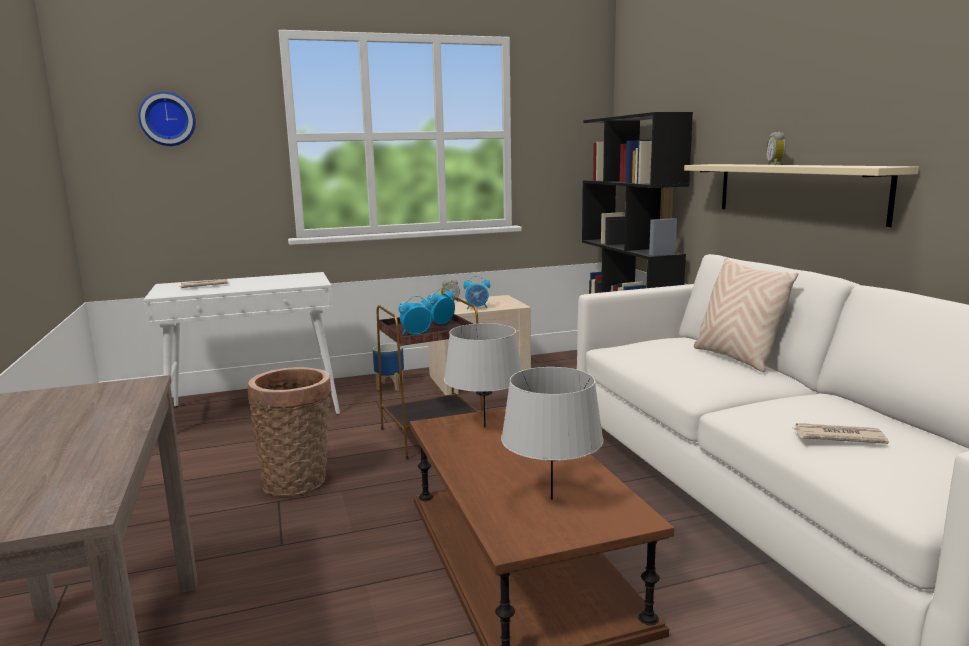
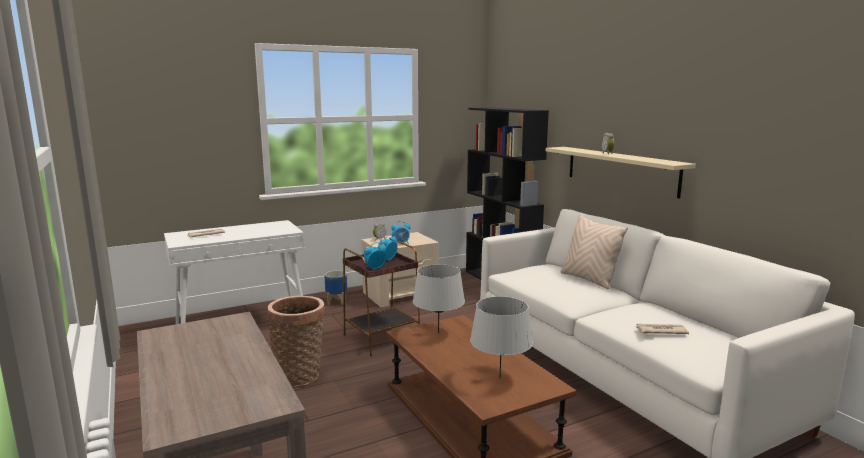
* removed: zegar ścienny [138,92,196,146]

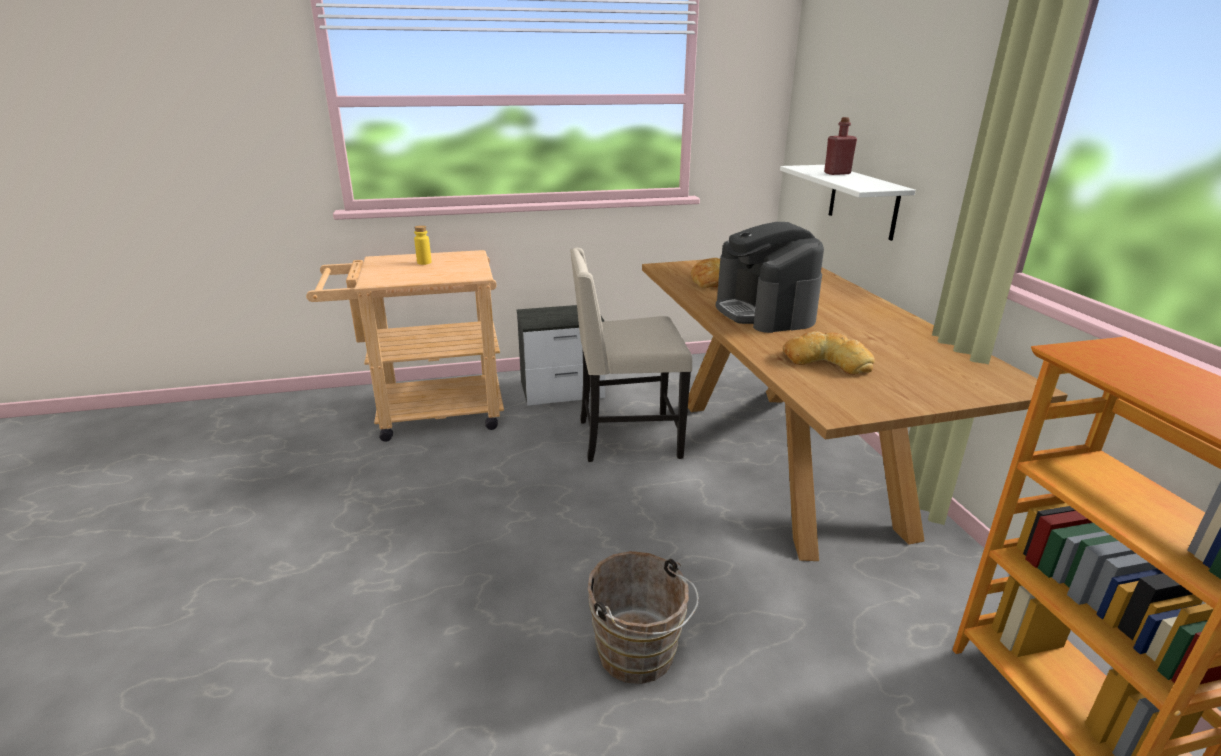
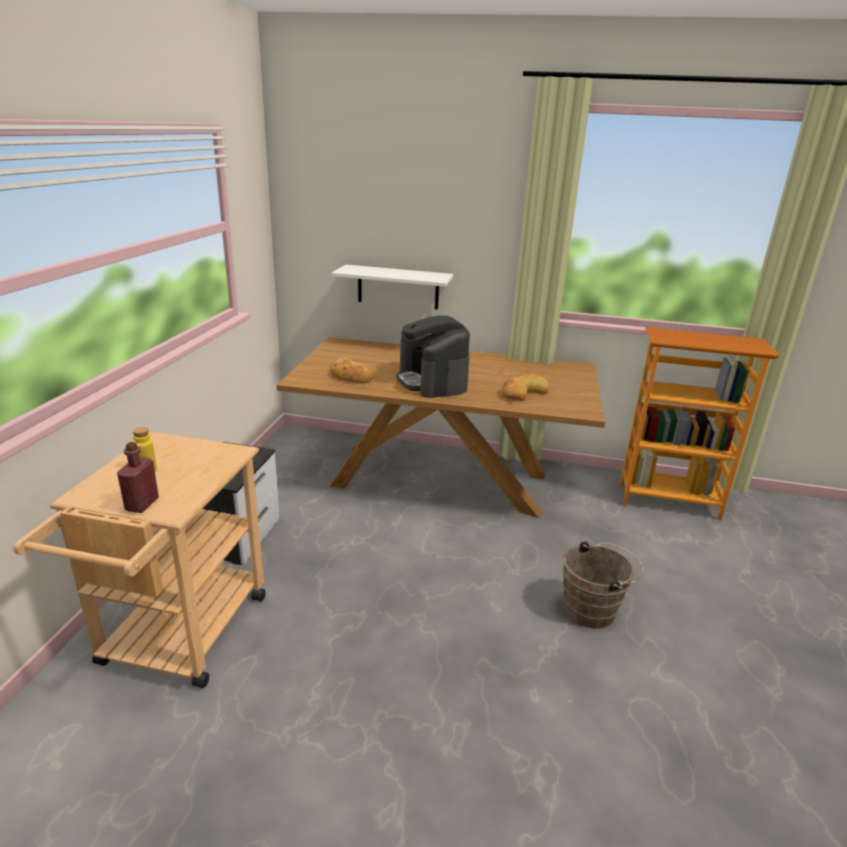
* removed: krzesło/beżowy [570,248,692,462]
* moved: butelka/czerwony [824,117,857,175] to [117,442,159,513]
* turned: ekspres do kawy [716,222,824,333] = [397,316,470,398] 60 degrees clockwise

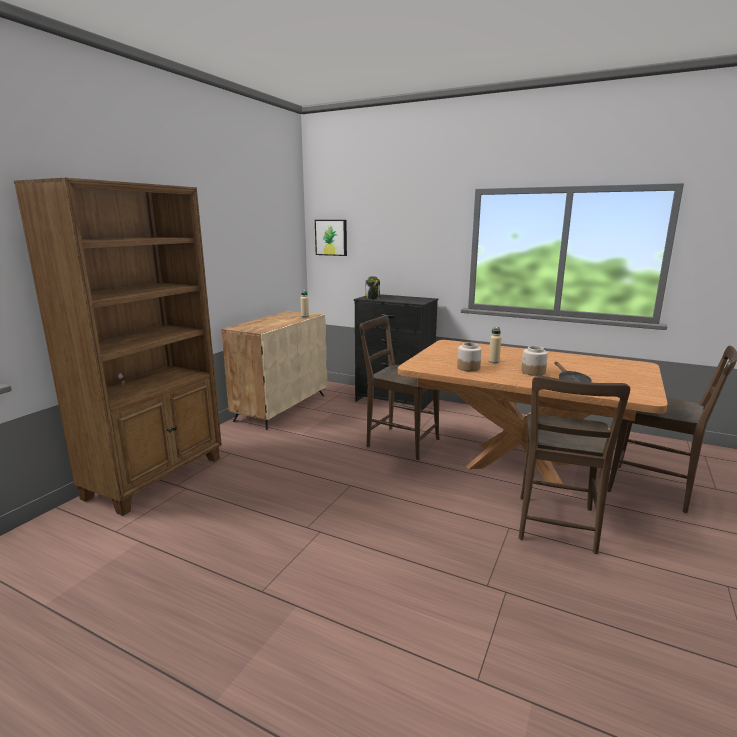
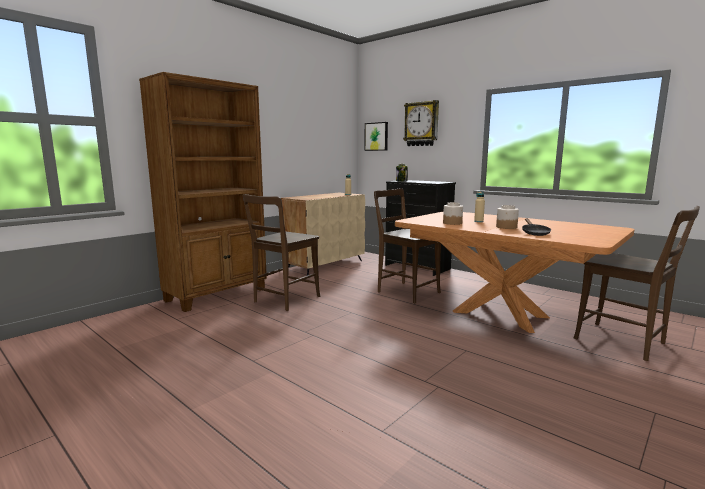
* added: zegar ścienny [403,100,439,146]
* moved: krzesło/brązowy [519,375,630,554] to [243,194,320,311]

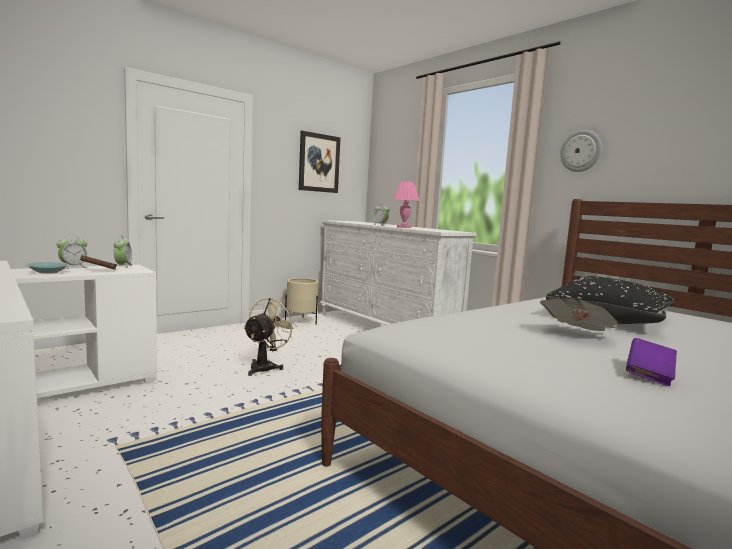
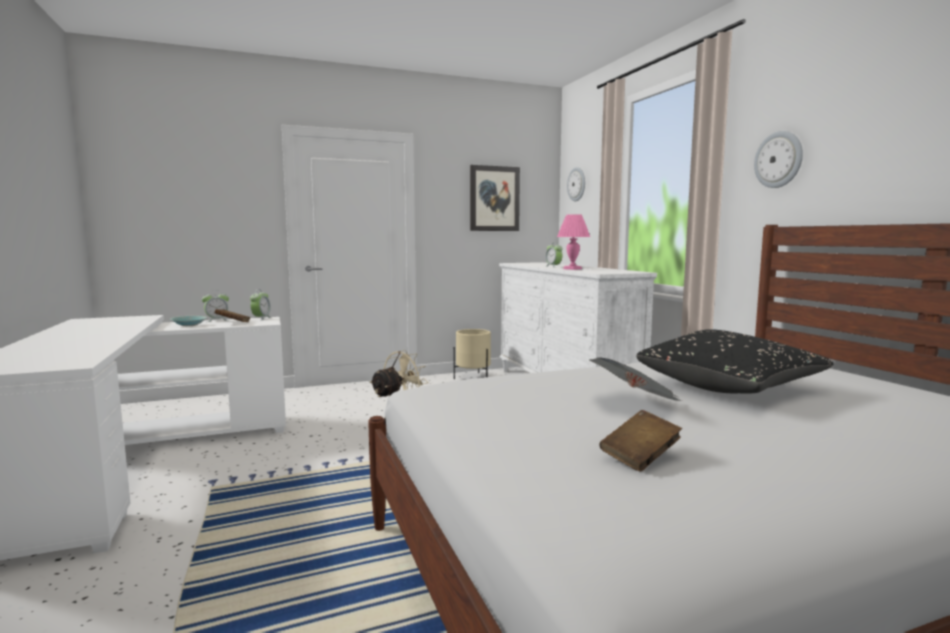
* added: zegar ścienny [567,167,585,202]
* recoloured: książka/fioletowy [626,338,677,386] to książka/brązowy [600,410,682,472]

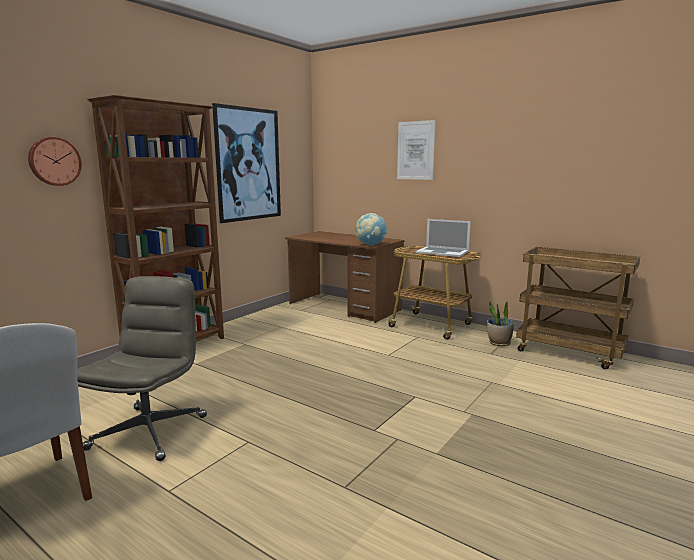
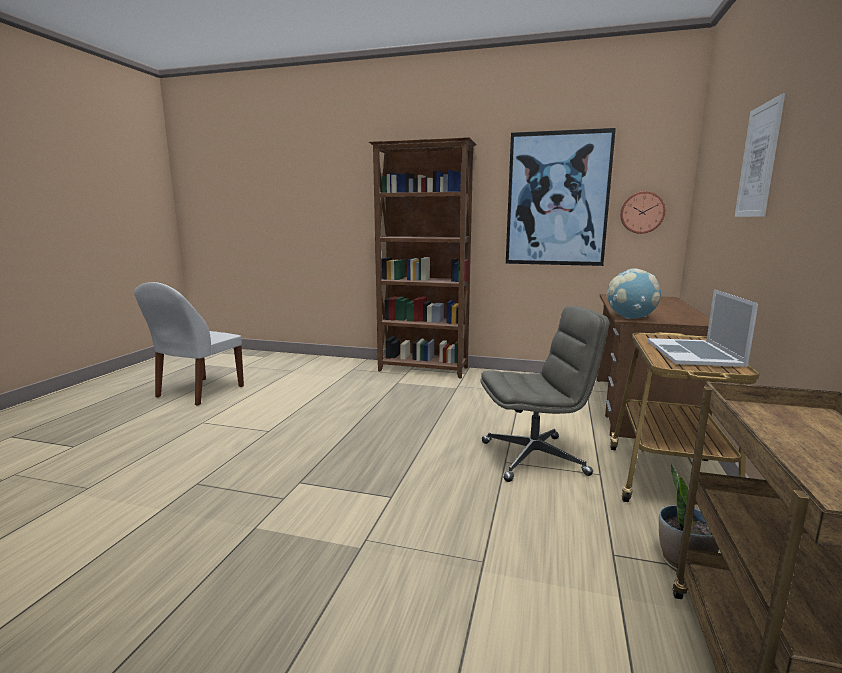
* moved: zegar ścienny [28,137,82,186] to [620,191,665,234]
* moved: krzesło biurowe/szary [77,276,207,461] to [481,306,609,482]

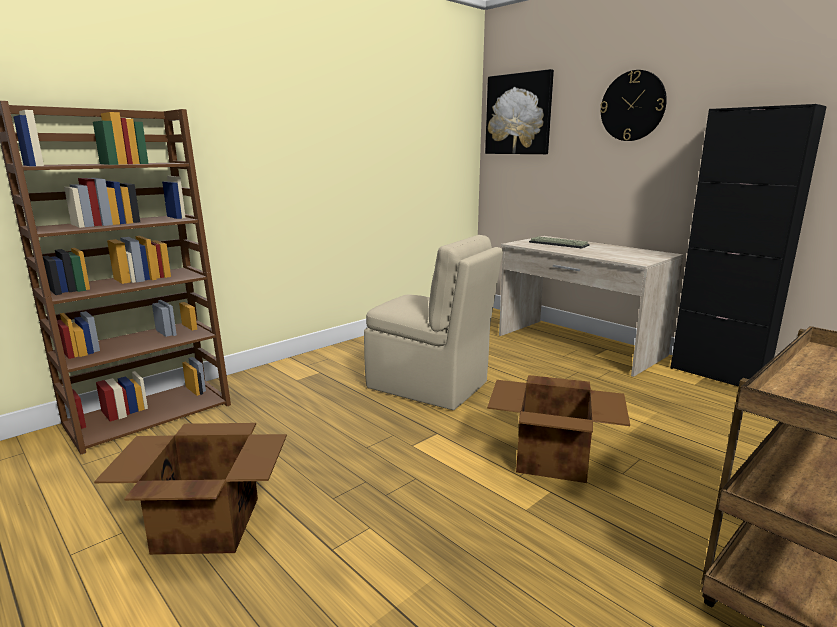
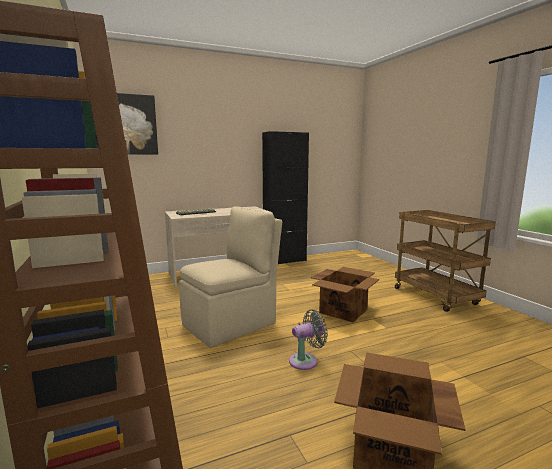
* removed: zegar ścienny [600,70,667,141]
* added: wentylator/szary [289,309,328,370]

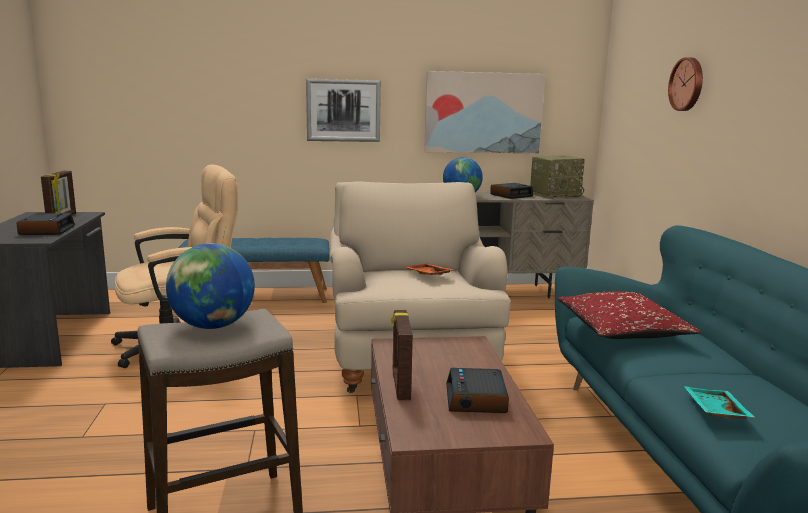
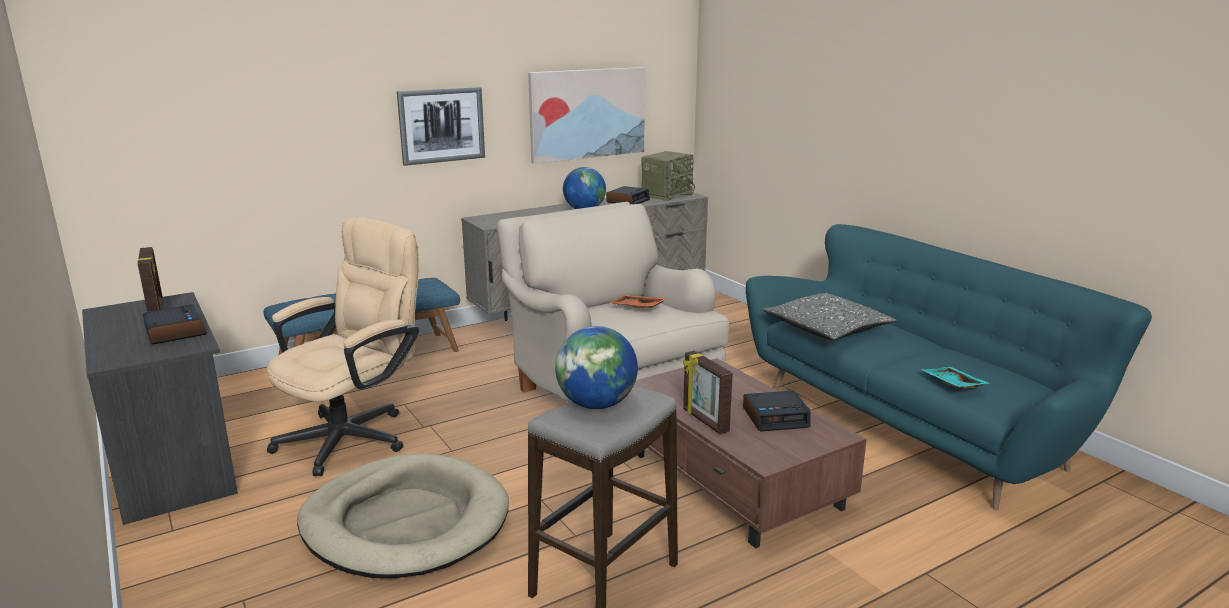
* removed: zegar ścienny [668,57,703,111]
* added: legowisko/beżowy [297,454,509,578]
* recoloured: poduszka/czerwony [557,291,701,339] to poduszka/szary [763,293,897,340]
* turned: budzik [446,368,509,413] = [743,391,811,432] 75 degrees counterclockwise

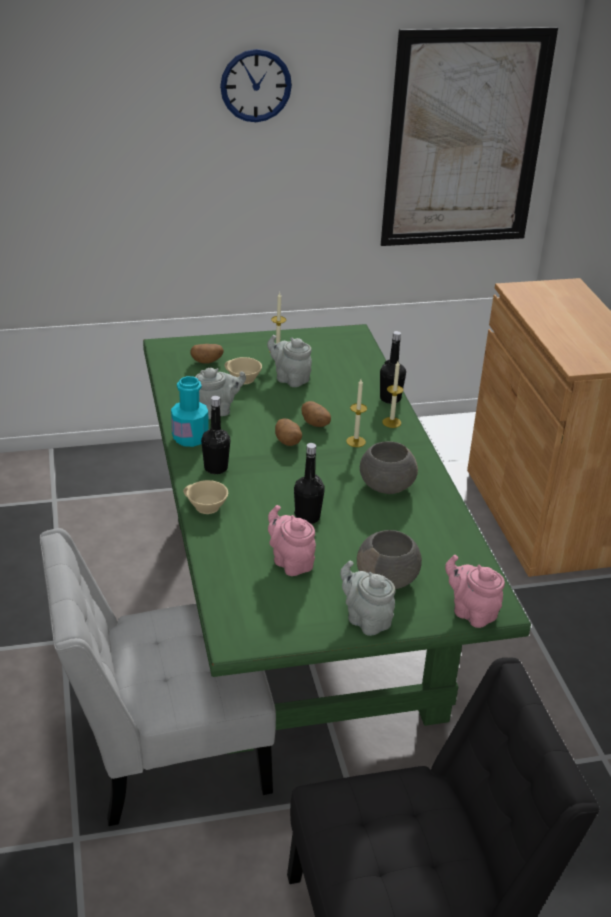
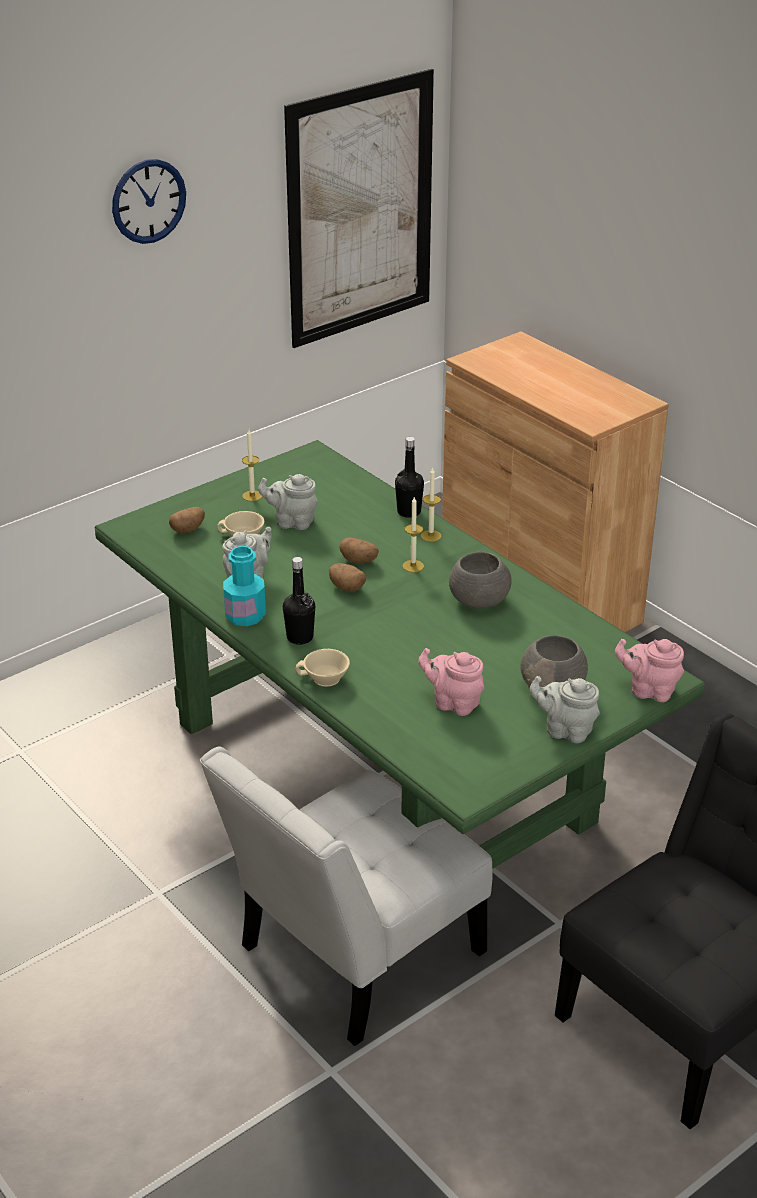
* removed: butelka/czarny [294,443,325,524]

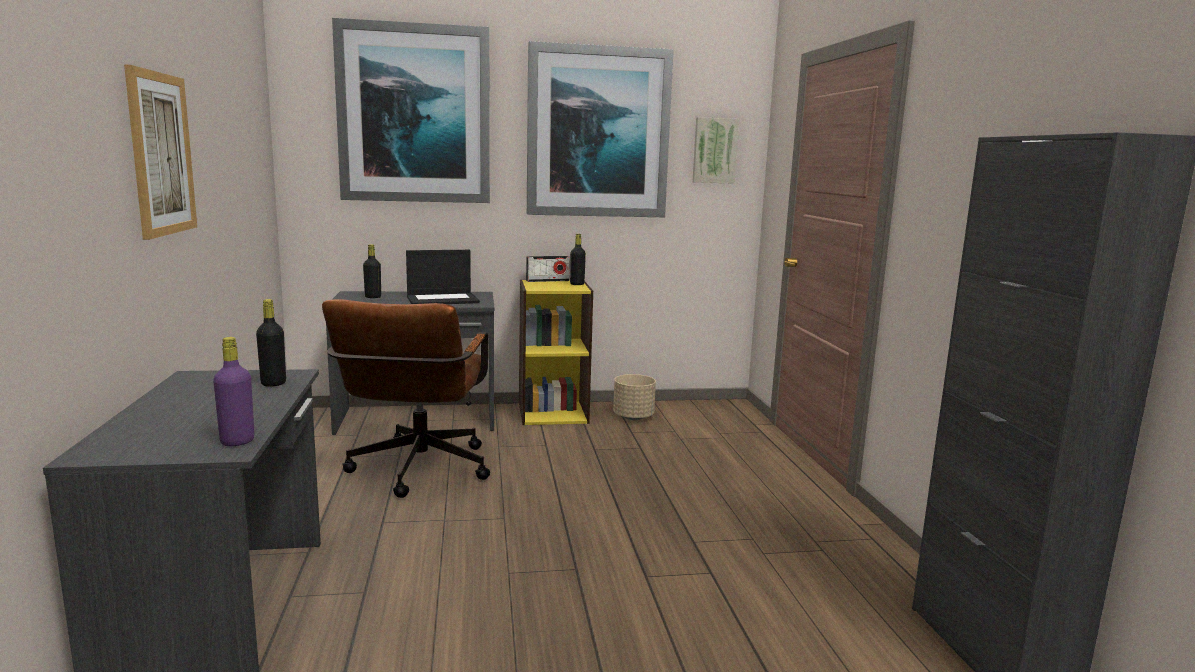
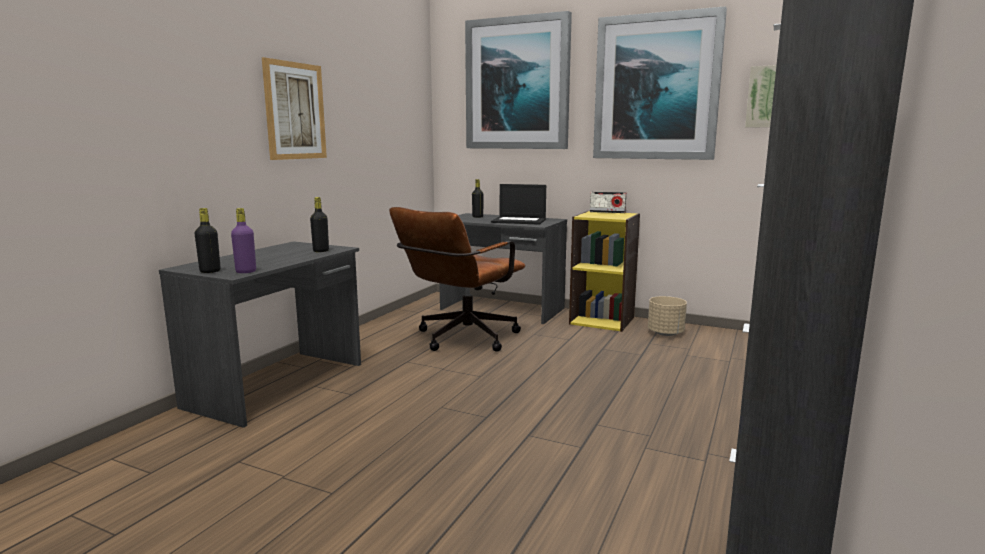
* moved: butelka/czarny [570,234,586,285] to [195,208,221,273]

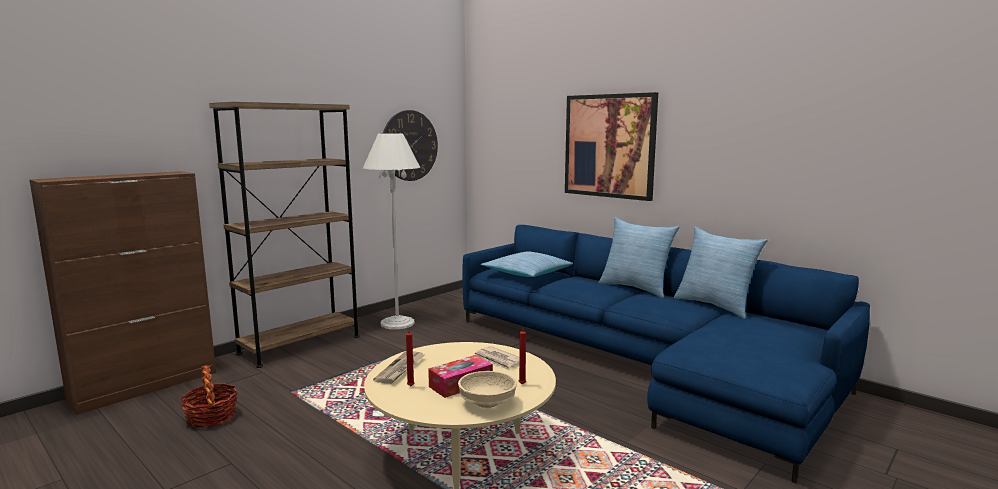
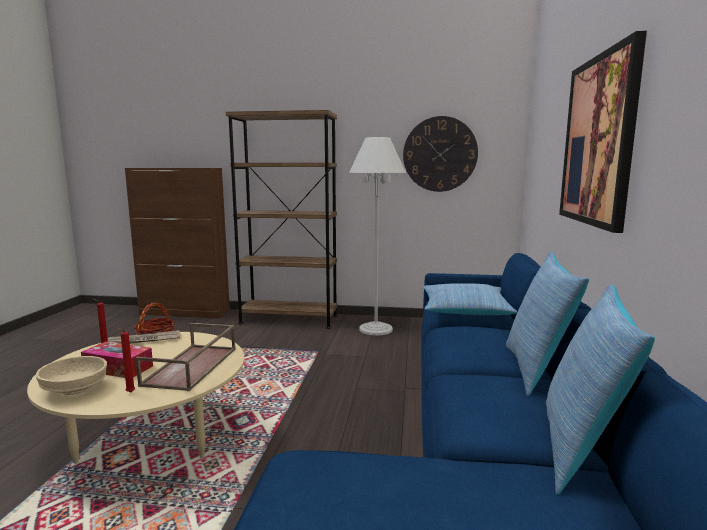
* replaced: gazeta [475,346,519,371] to taca/brązowy [136,323,236,391]

